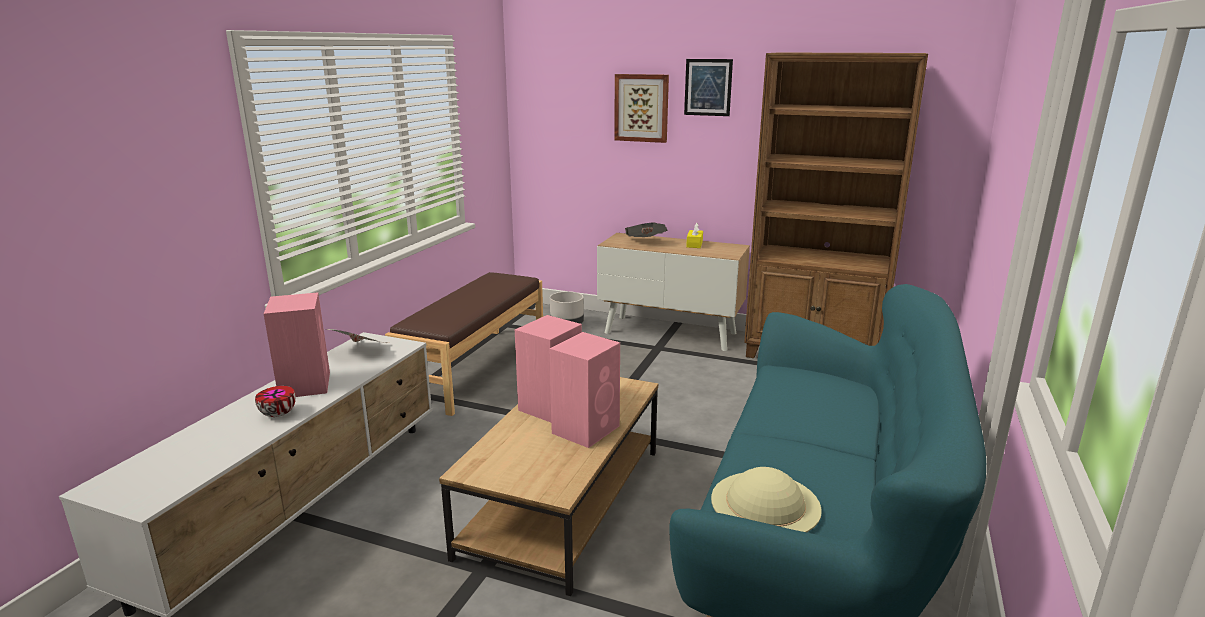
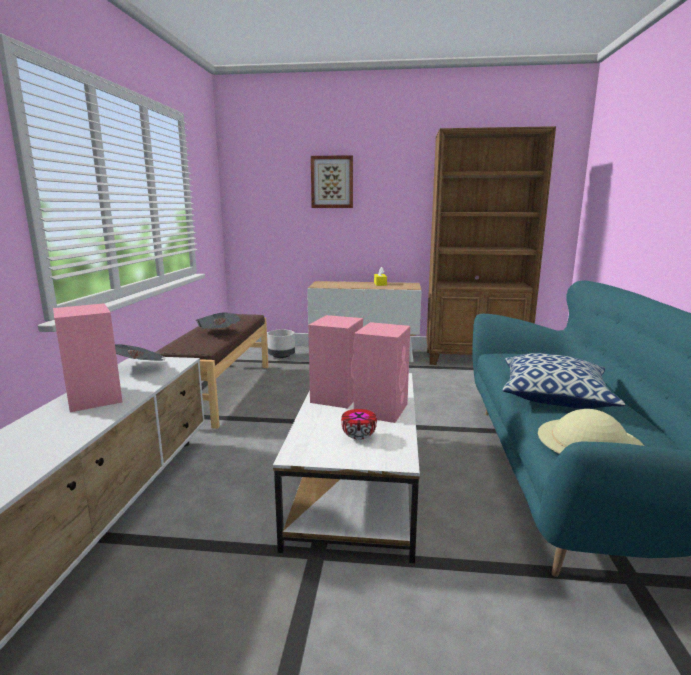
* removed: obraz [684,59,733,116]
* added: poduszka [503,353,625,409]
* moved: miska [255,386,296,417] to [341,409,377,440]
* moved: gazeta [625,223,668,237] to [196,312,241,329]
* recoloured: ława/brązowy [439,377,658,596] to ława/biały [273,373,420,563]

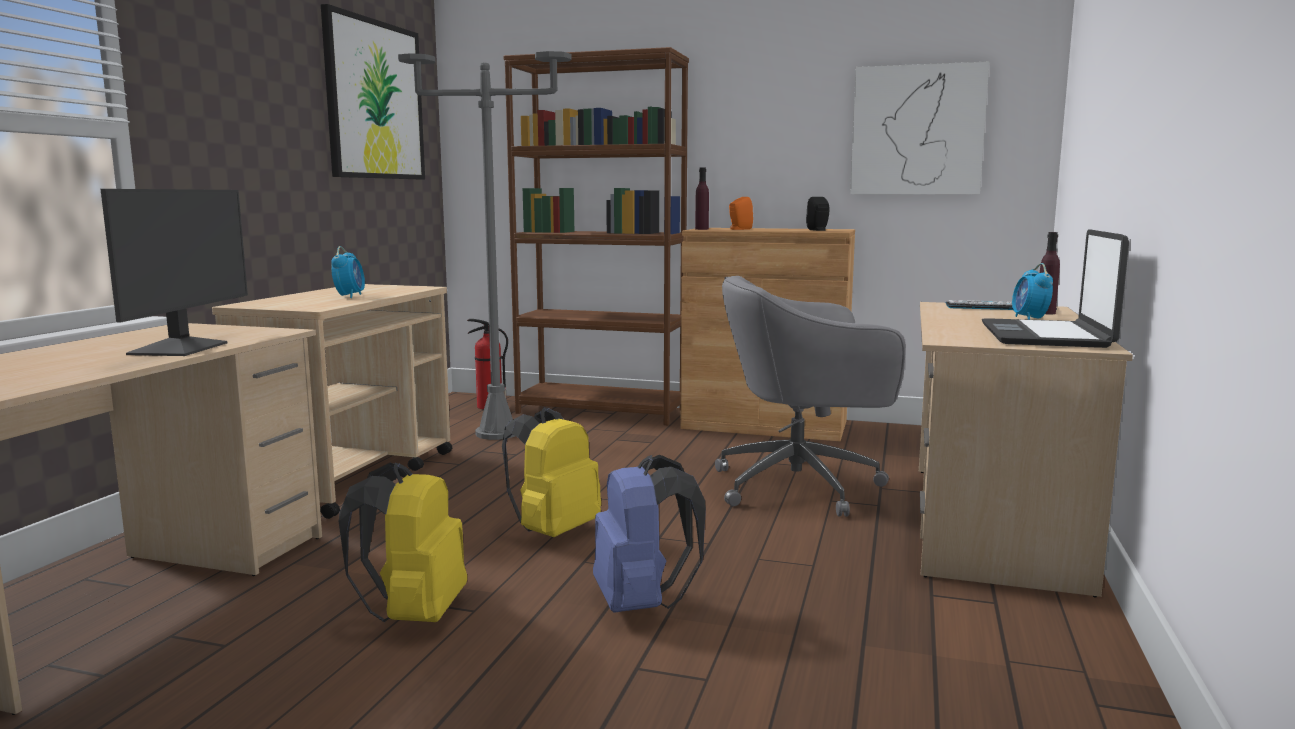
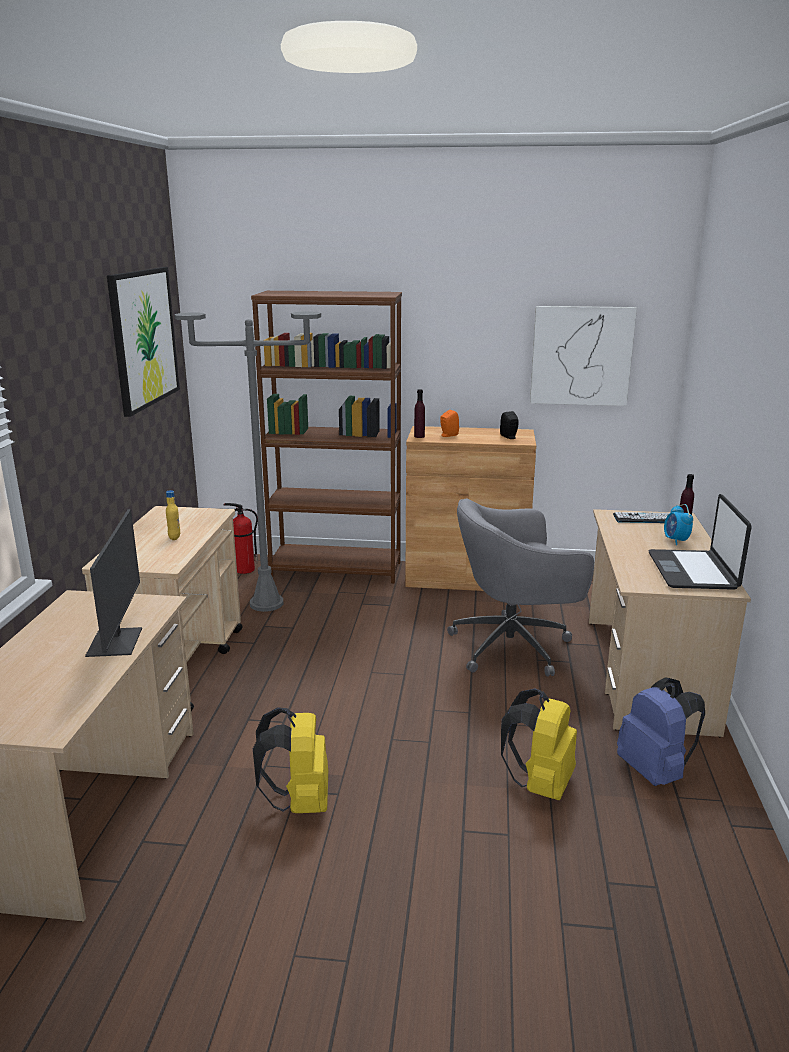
* moved: plecak/żółty [502,407,601,537] to [501,688,577,800]
* moved: plecak/niebieski [593,455,706,613] to [617,678,705,786]
* replaced: budzik [331,246,365,298] to butelka/żółty [166,490,180,540]

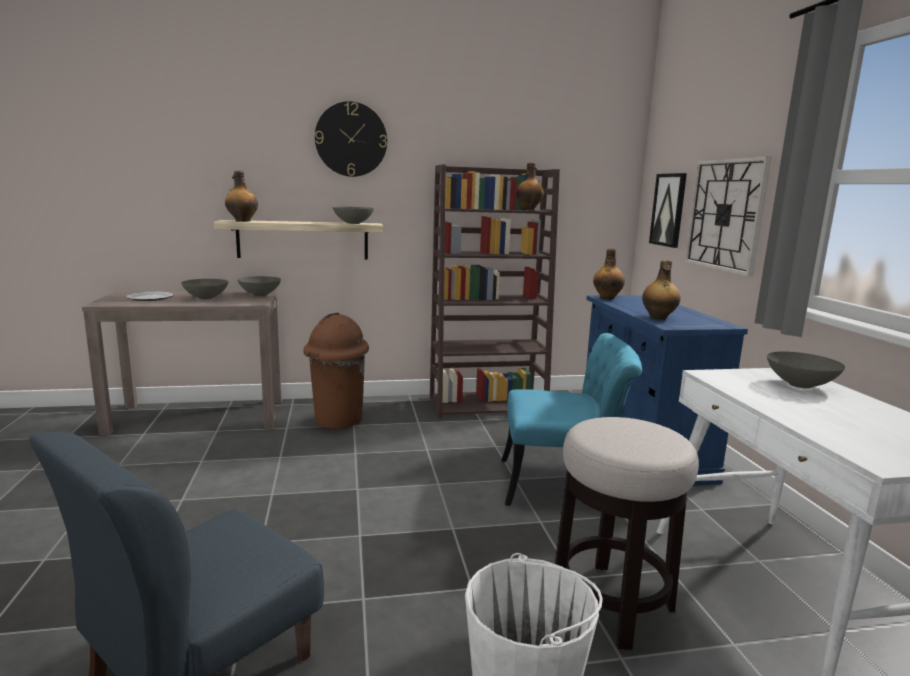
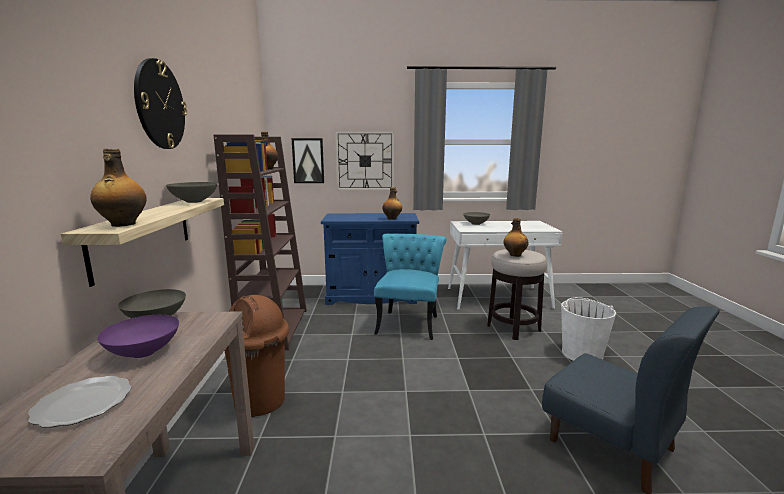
* moved: butelka [593,248,625,300] to [504,218,529,257]
* recoloured: miska/szary [181,279,228,300] to miska/fioletowy [97,315,179,358]

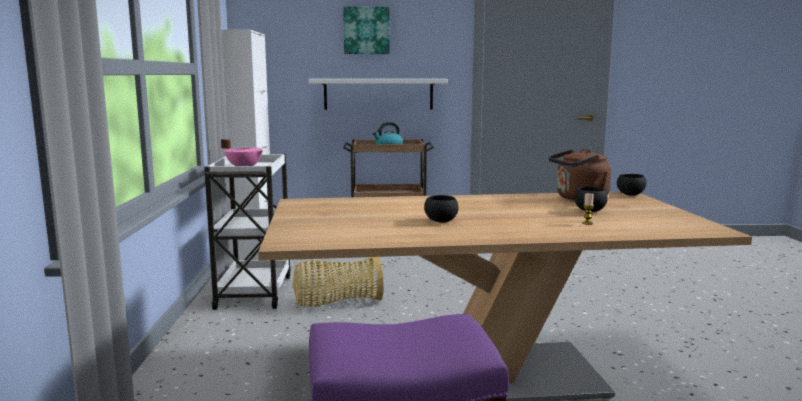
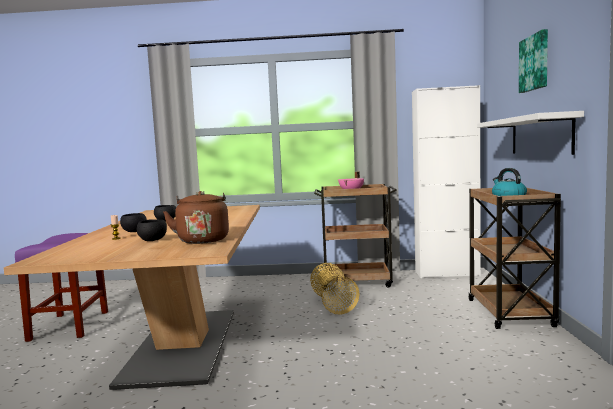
* moved: miska/czarny [617,174,646,196] to [120,213,147,232]
* recoloured: wózek/biały [204,154,290,310] to wózek/brązowy [314,184,397,290]

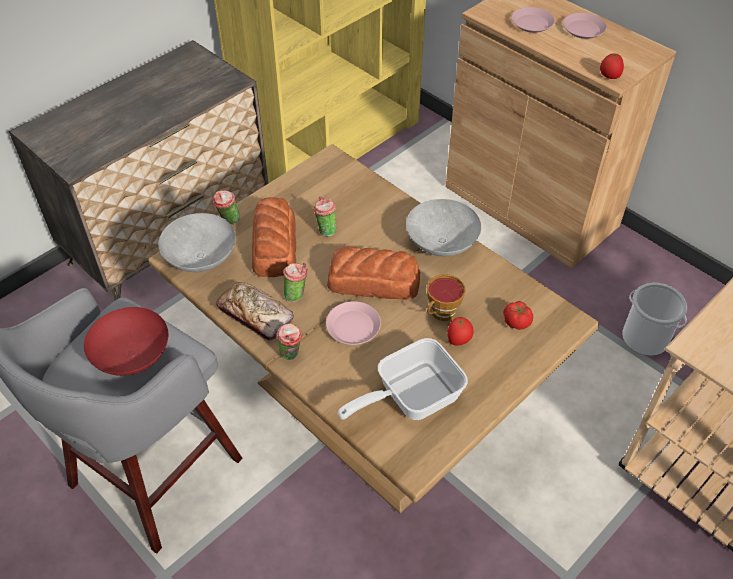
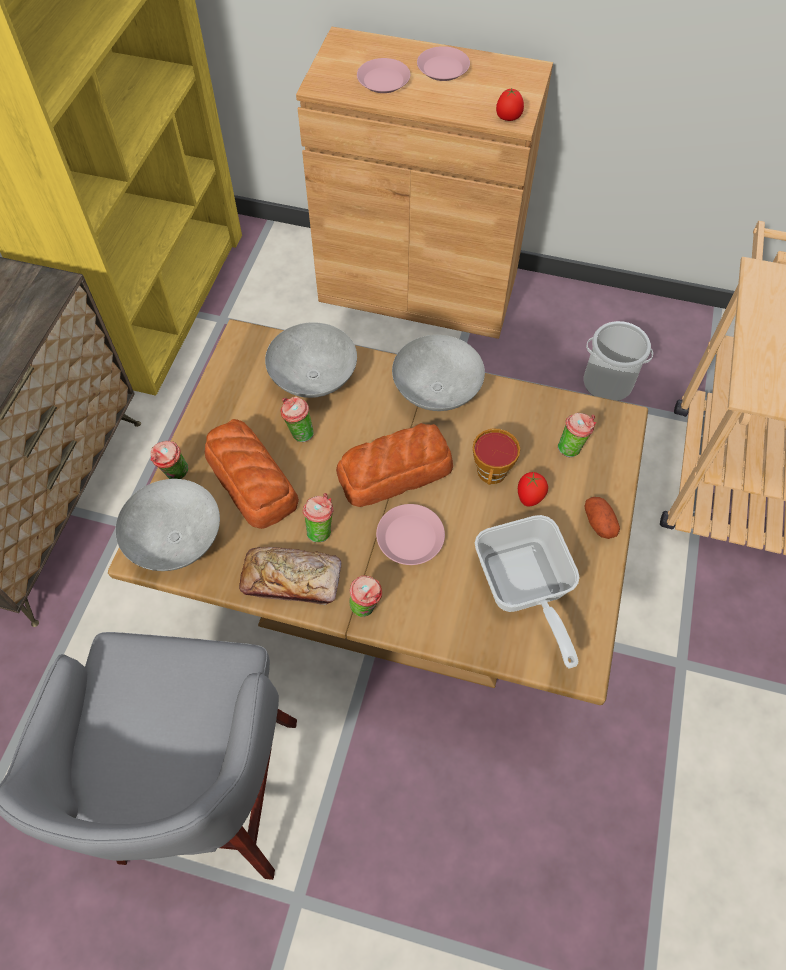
* removed: miska/czerwony [84,307,168,376]
* added: miska/szary [265,322,357,398]
* added: ziemniak [584,497,620,539]
* replaced: pomidor [503,301,533,330] to filiżanka [558,413,596,457]
* turned: patelnia [338,338,468,420] = [475,515,580,669] 45 degrees counterclockwise

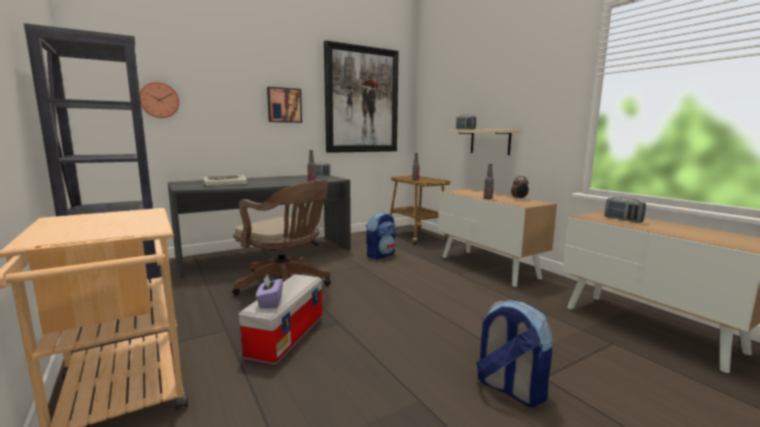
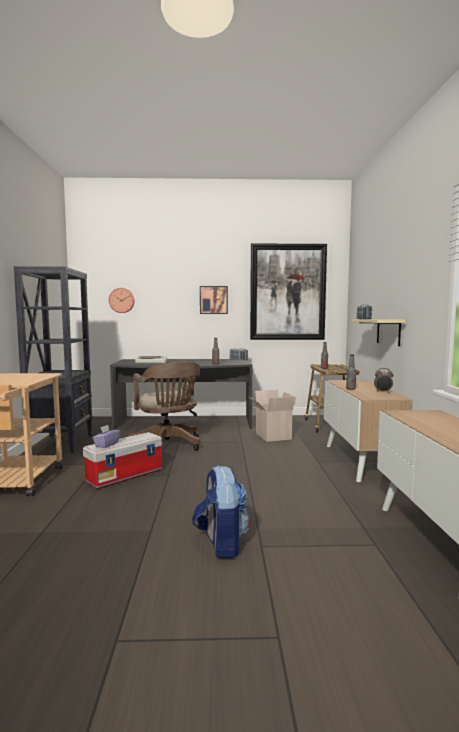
* removed: radio [604,197,646,223]
* replaced: plecak [366,212,396,259] to karton [248,390,297,442]

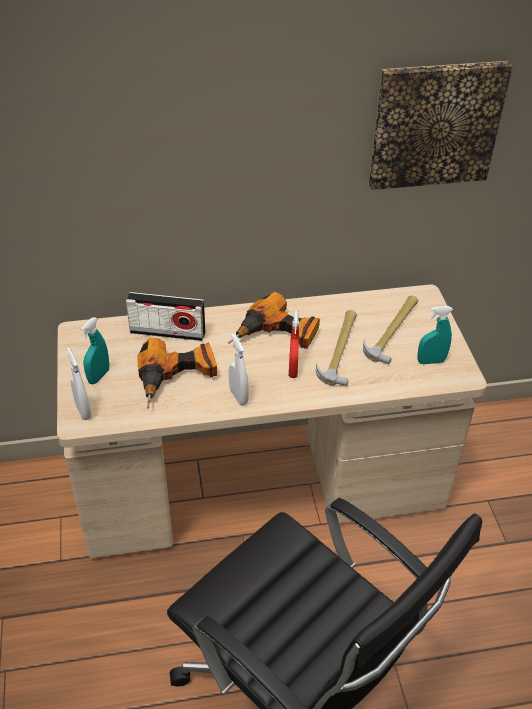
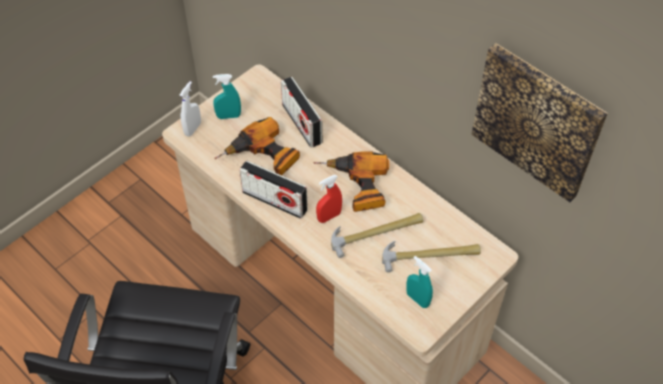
* replaced: spryskiwacz/biały [229,333,249,405] to radio [240,161,308,219]

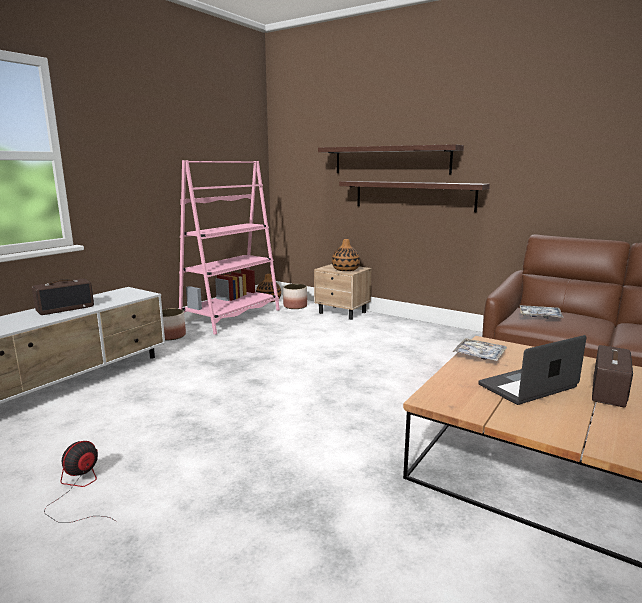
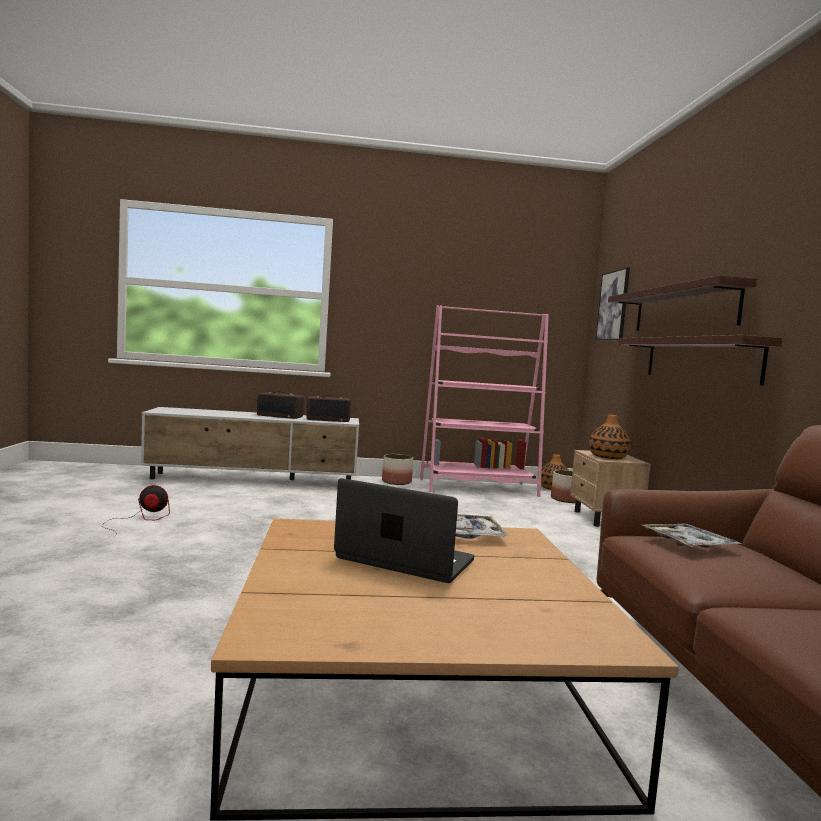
* added: obraz [596,267,630,340]
* moved: radio [592,345,633,408] to [307,395,351,422]

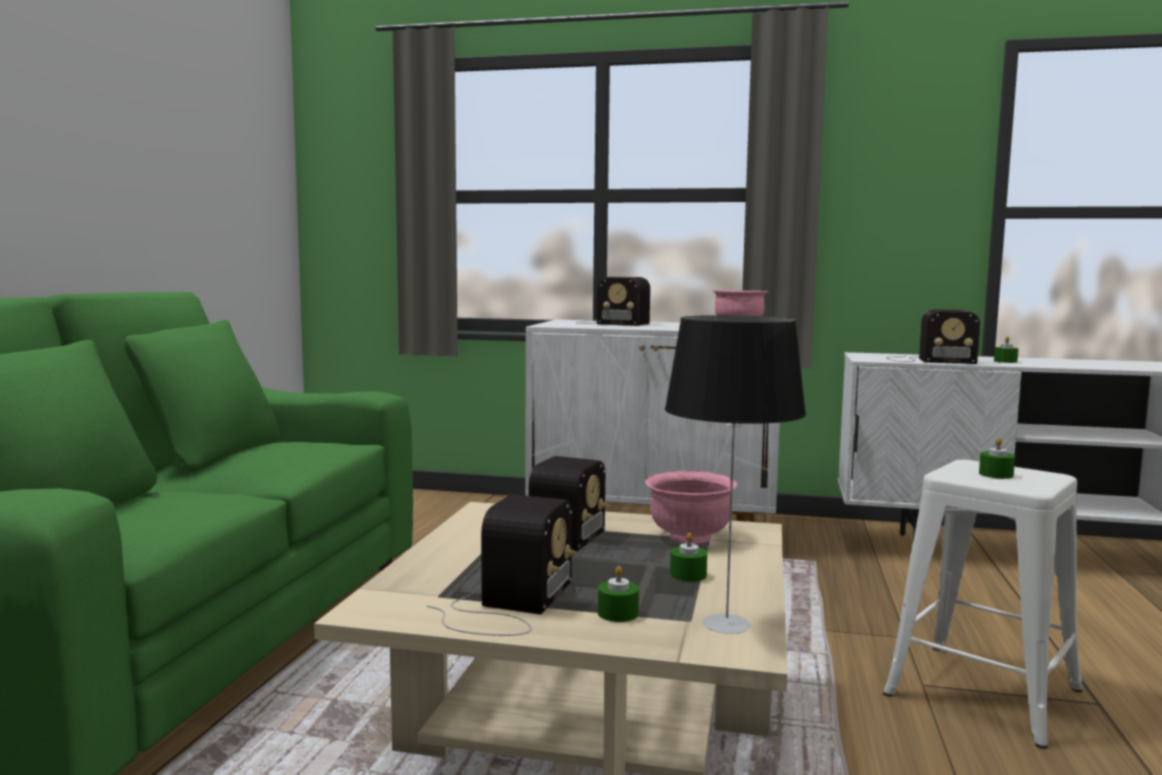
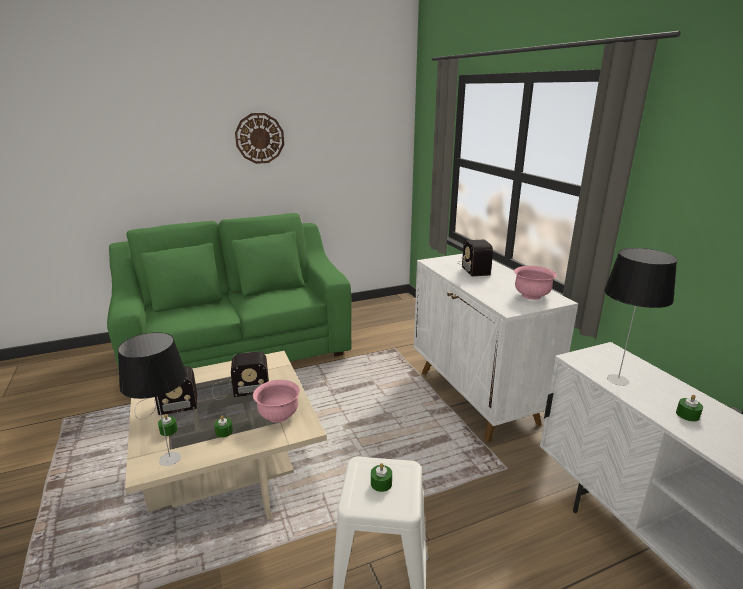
* added: zegar ścienny [235,113,284,164]
* replaced: radio [887,309,980,364] to lampa stołowa [604,248,677,386]

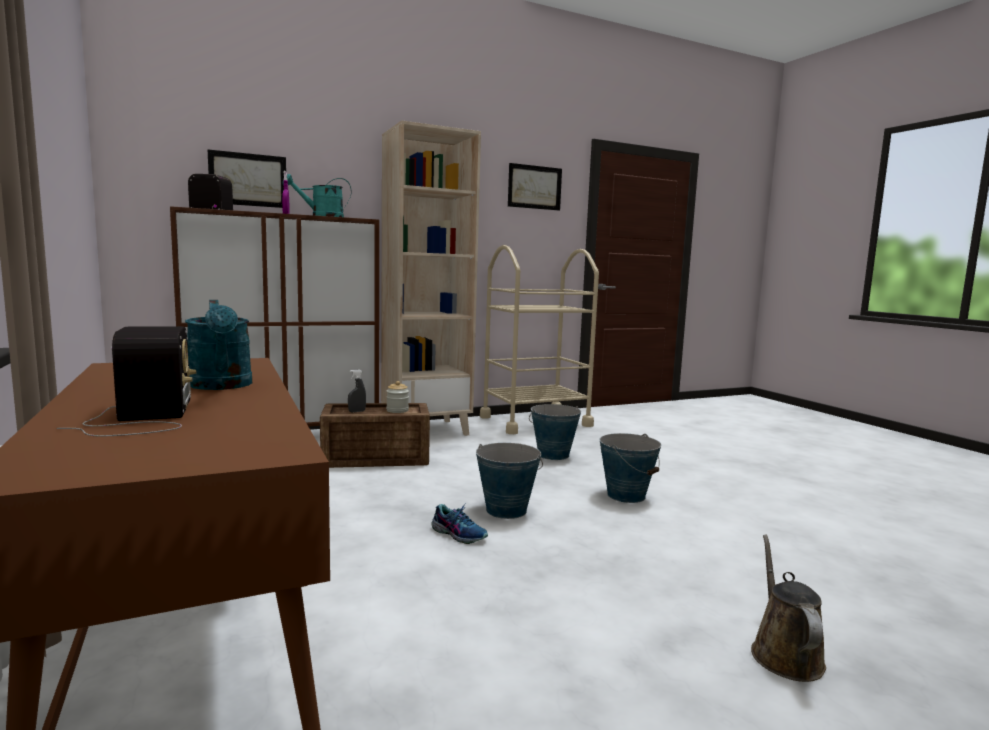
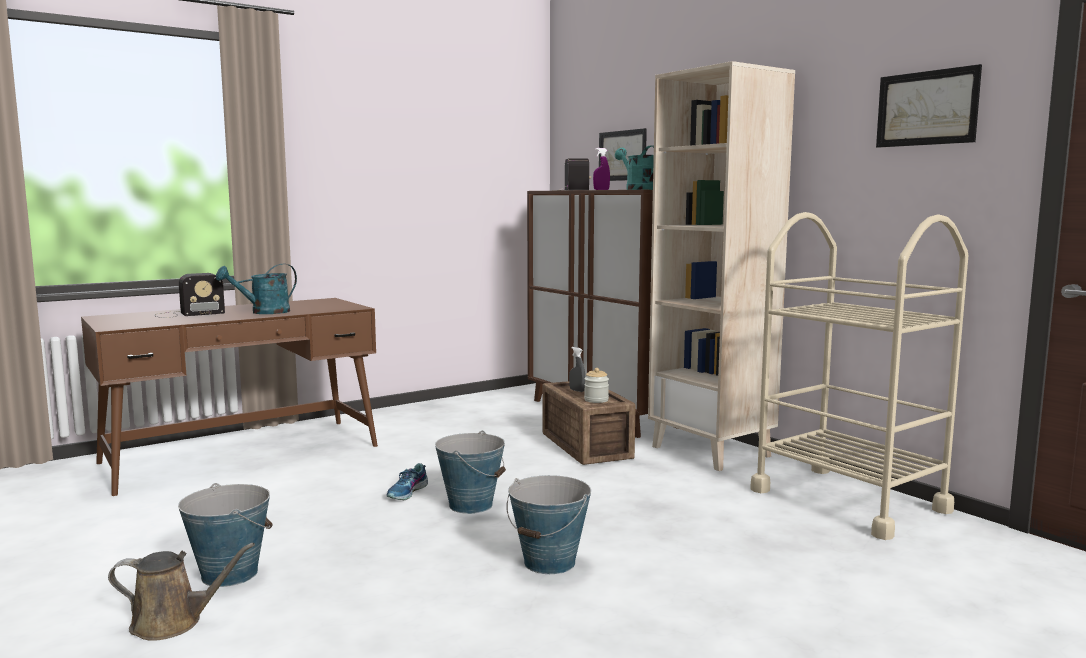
* moved: wiadro [529,404,581,460] to [178,483,273,587]

